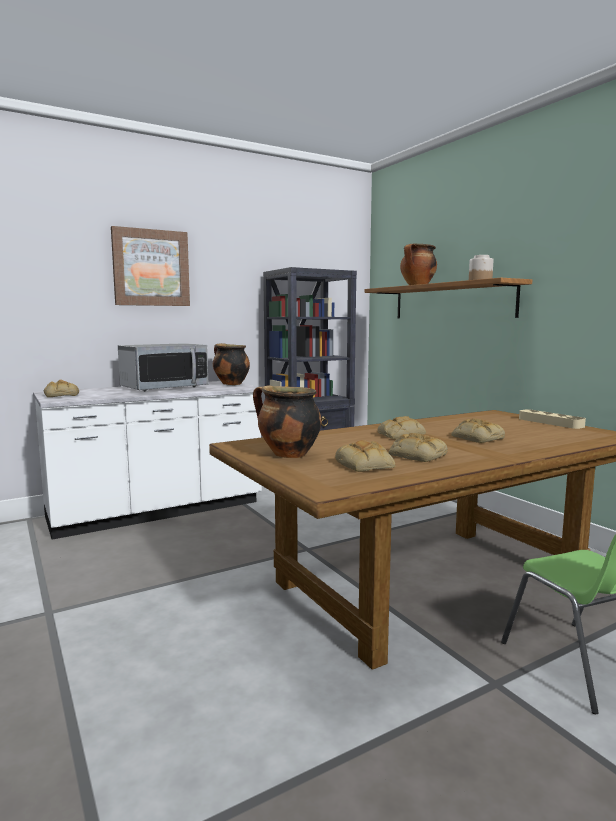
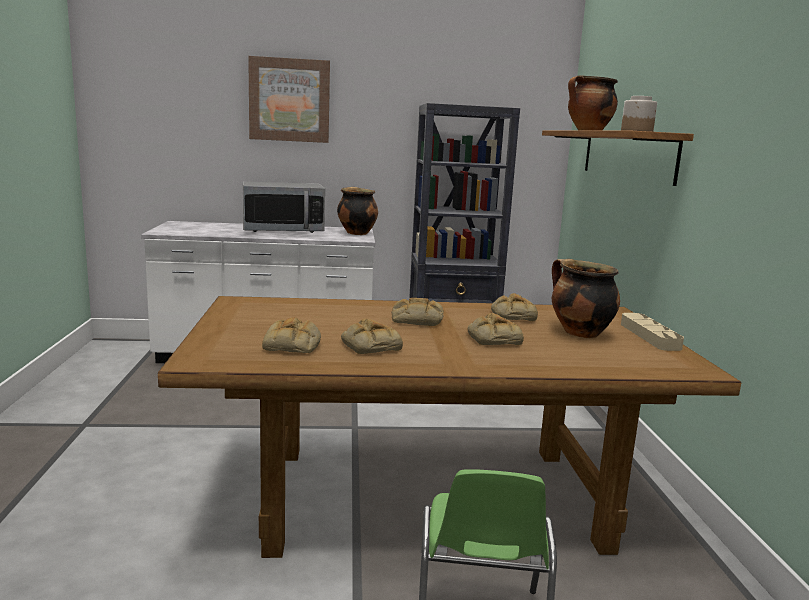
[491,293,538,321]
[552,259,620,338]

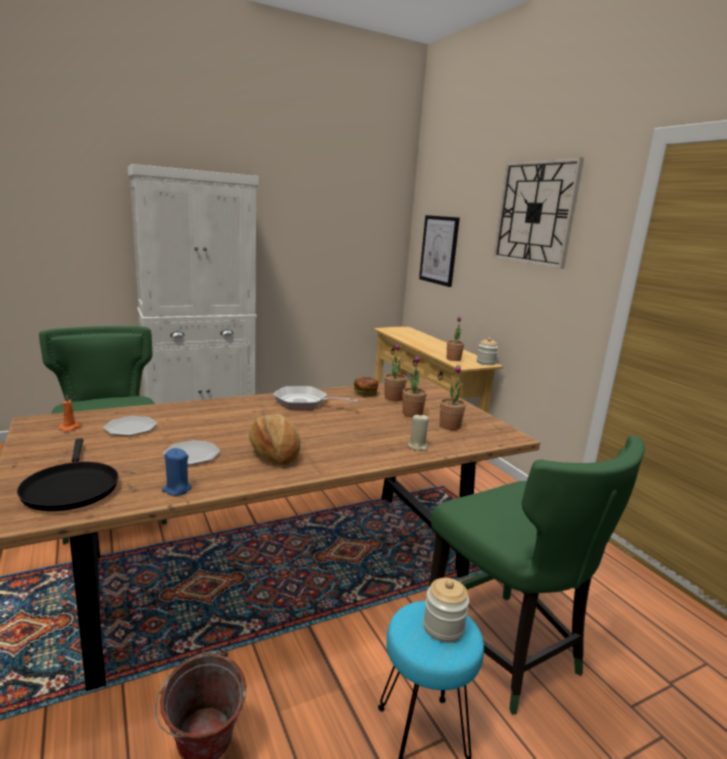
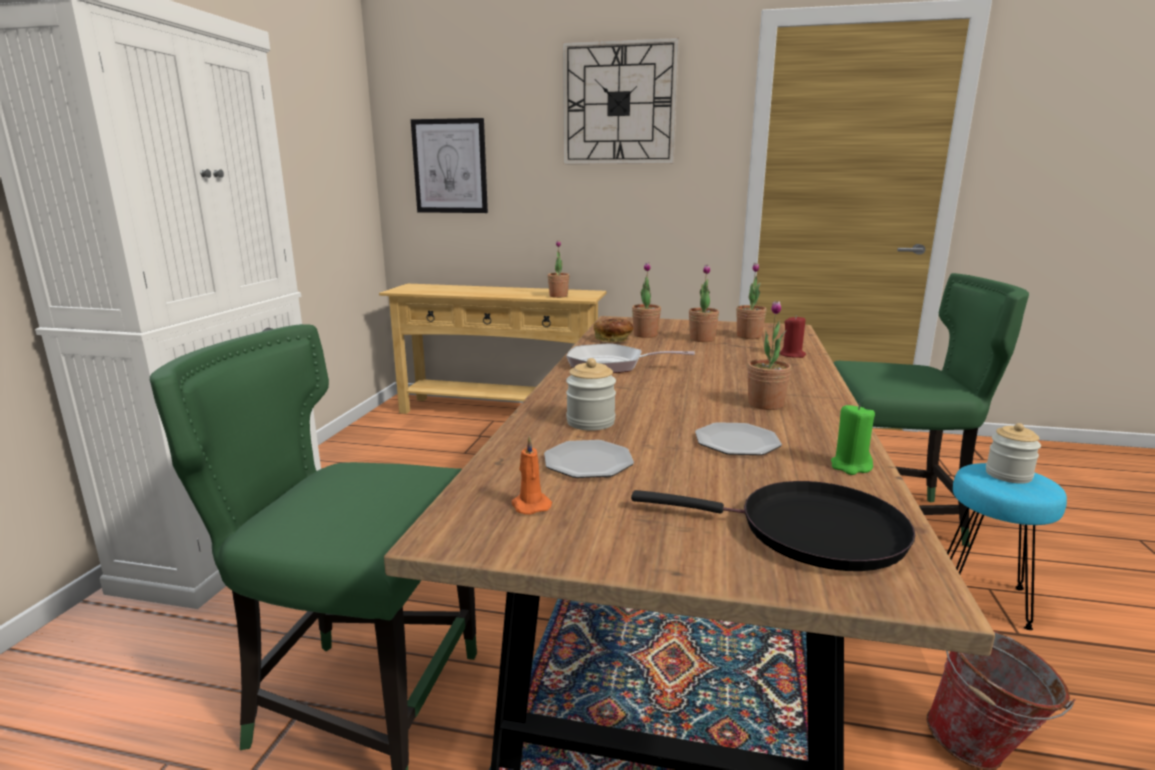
[566,358,616,430]
[747,301,791,410]
[831,403,875,475]
[779,315,806,358]
[566,343,695,373]

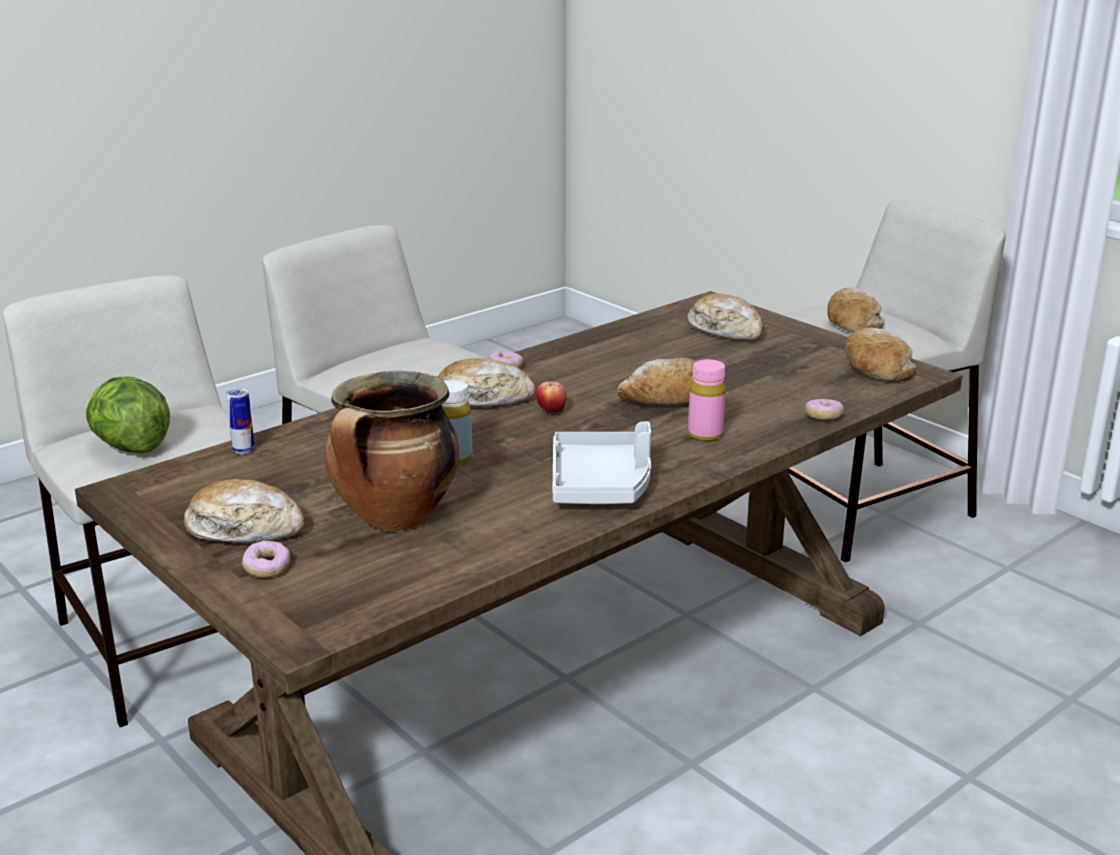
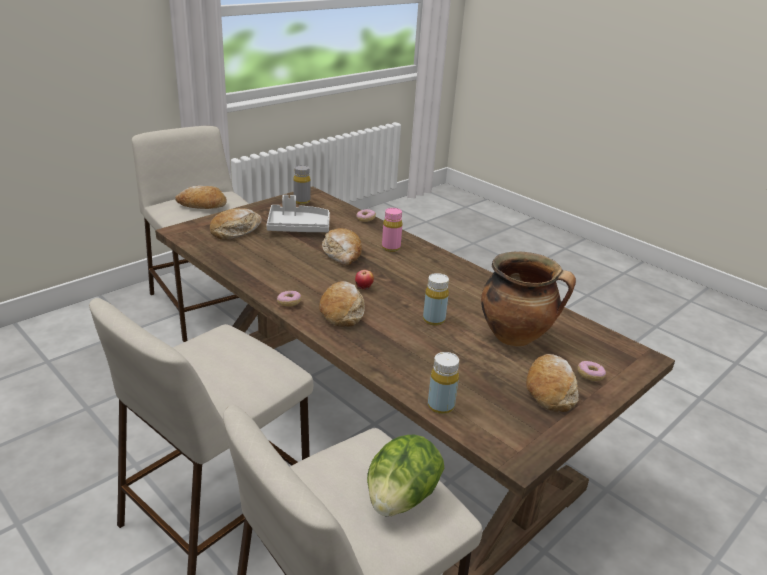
[266,195,330,232]
[428,352,459,414]
[293,165,310,204]

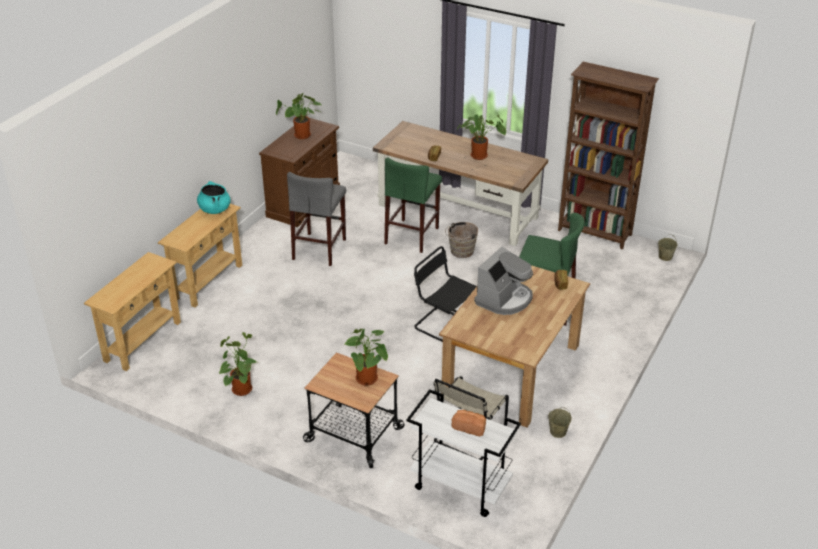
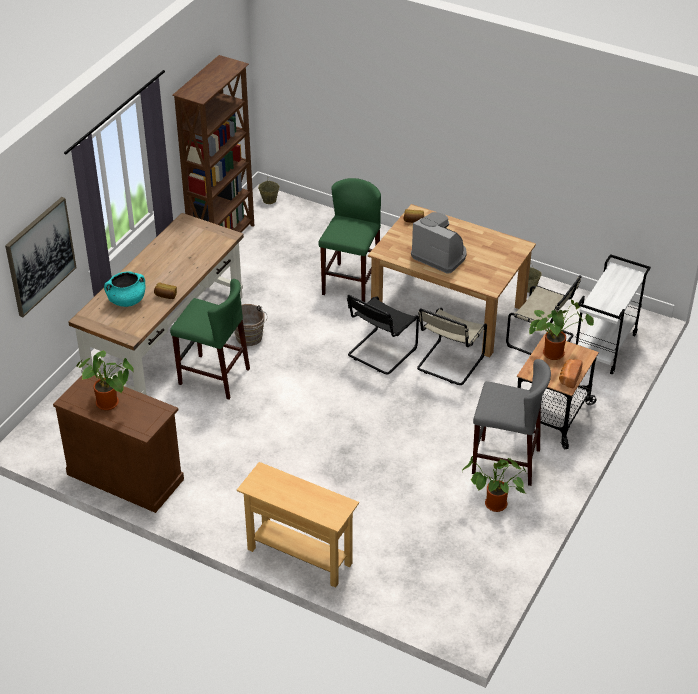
[84,252,181,371] (first image)
[457,114,506,160] (first image)
[5,197,77,317]
[417,308,487,385]
[104,271,145,307]
[472,359,551,486]
[559,359,583,389]

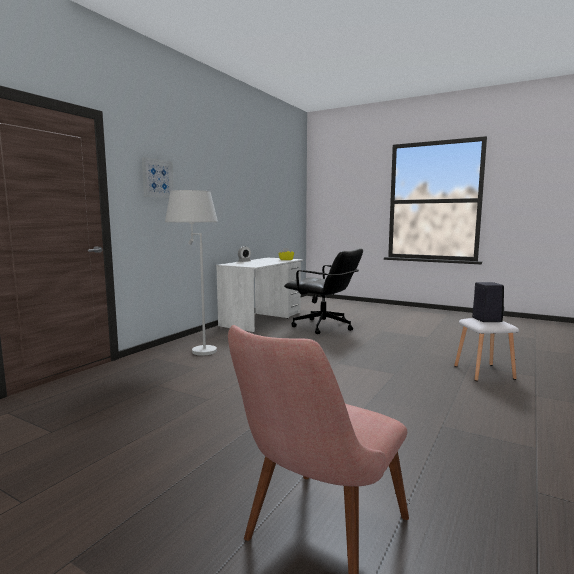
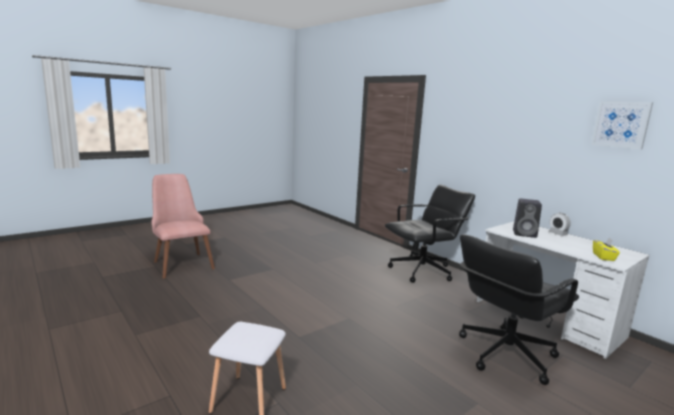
[591,101,653,149]
[513,199,542,238]
[385,185,475,283]

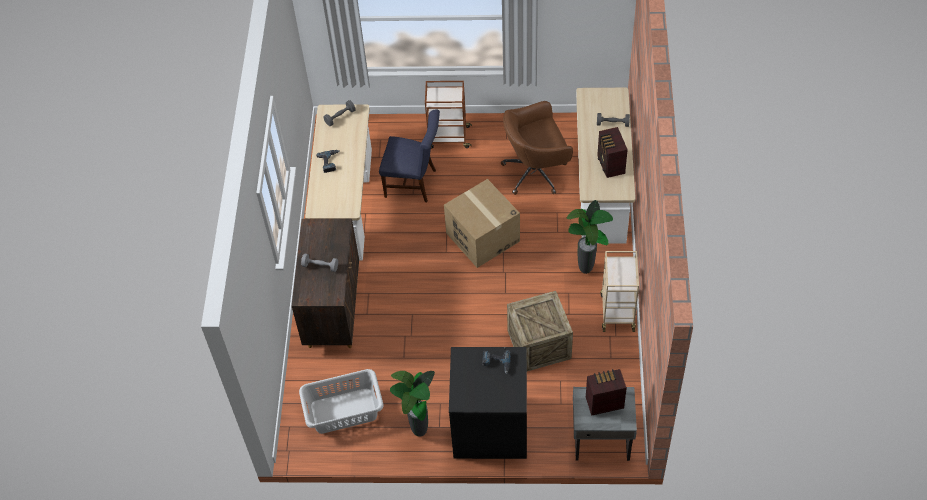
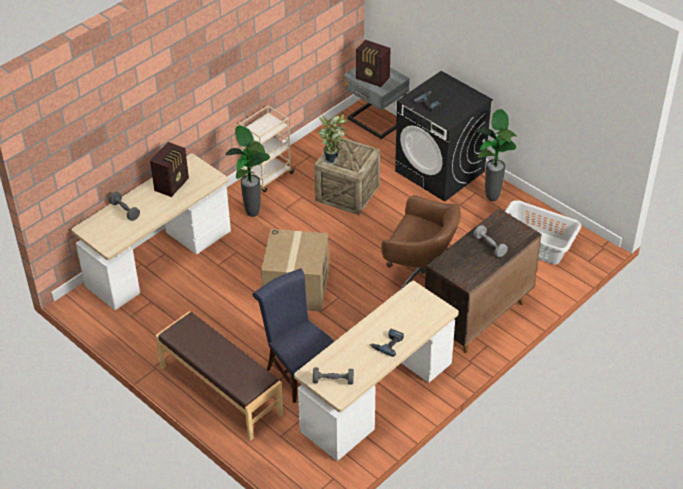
[317,114,348,164]
[381,195,461,290]
[155,311,284,441]

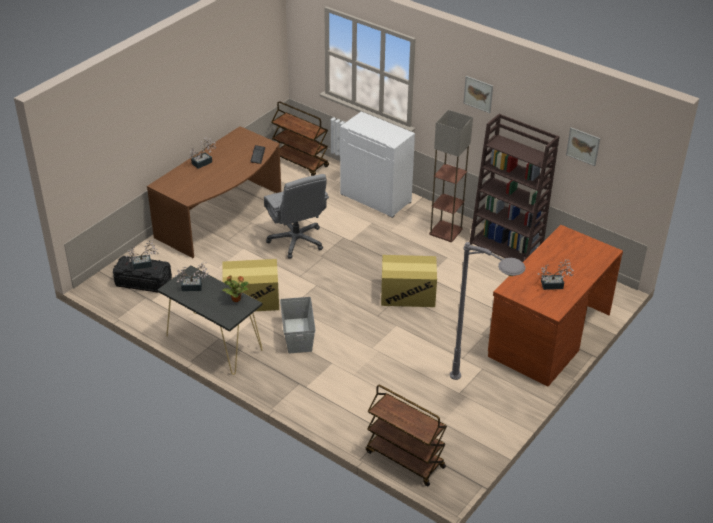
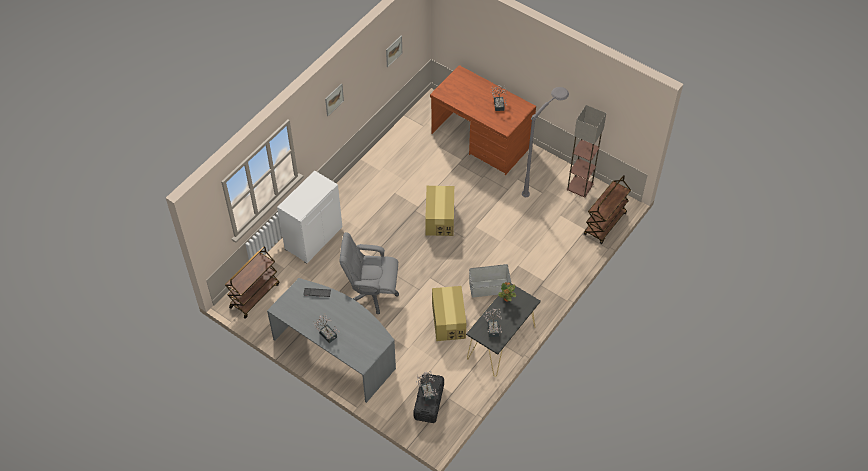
[470,114,560,262] (first image)
[567,105,606,198]
[267,278,396,403]
[340,232,399,314]

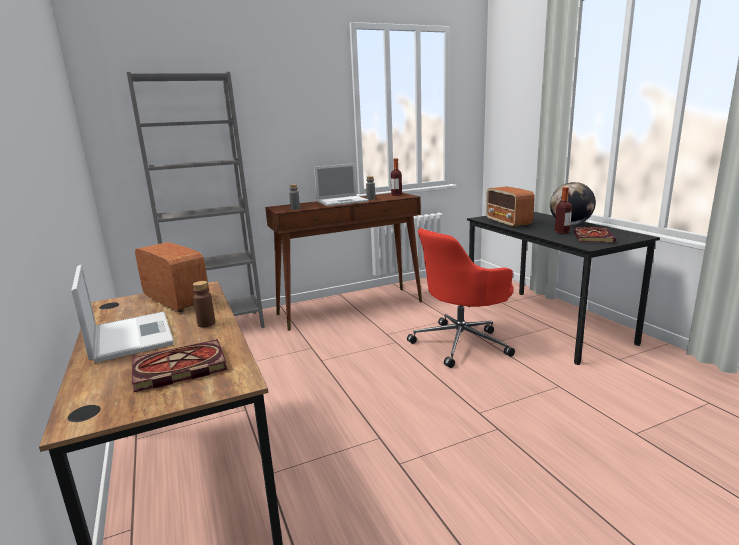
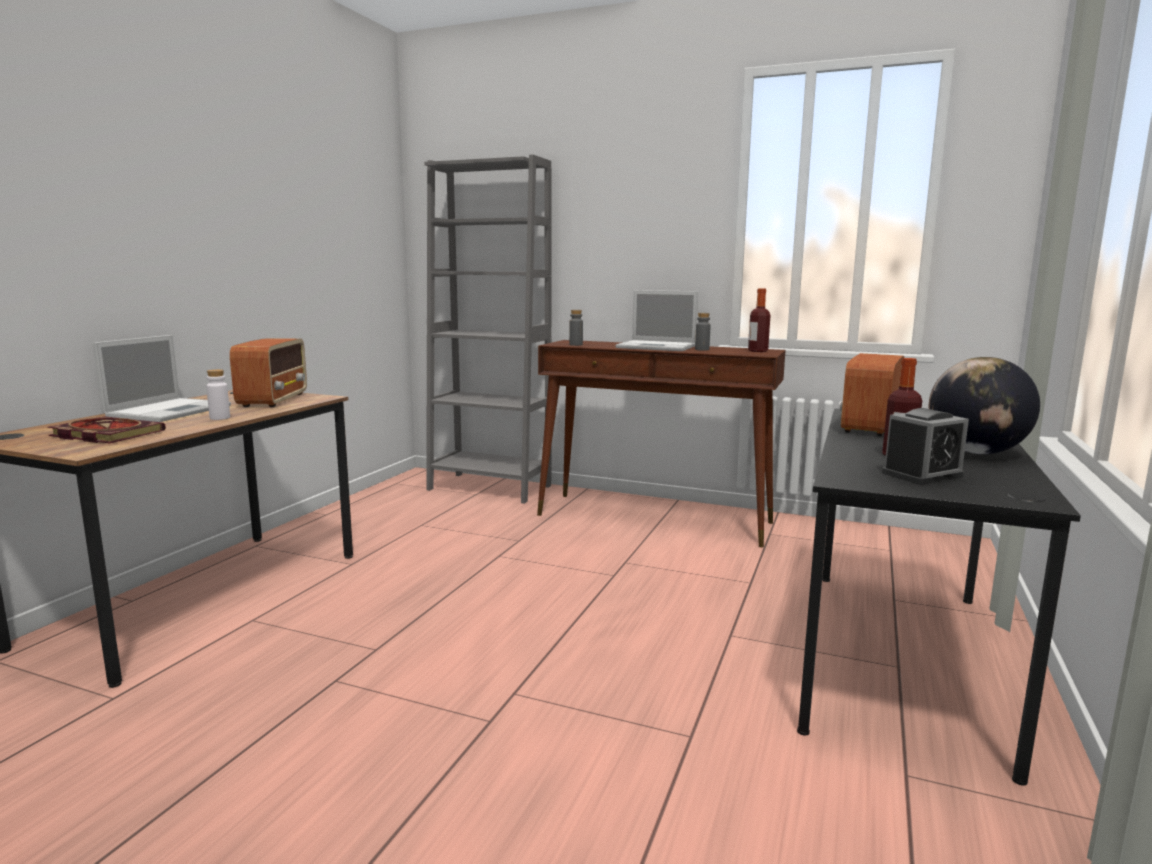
[407,228,515,368] (first image)
[882,408,969,485]
[206,369,230,420]

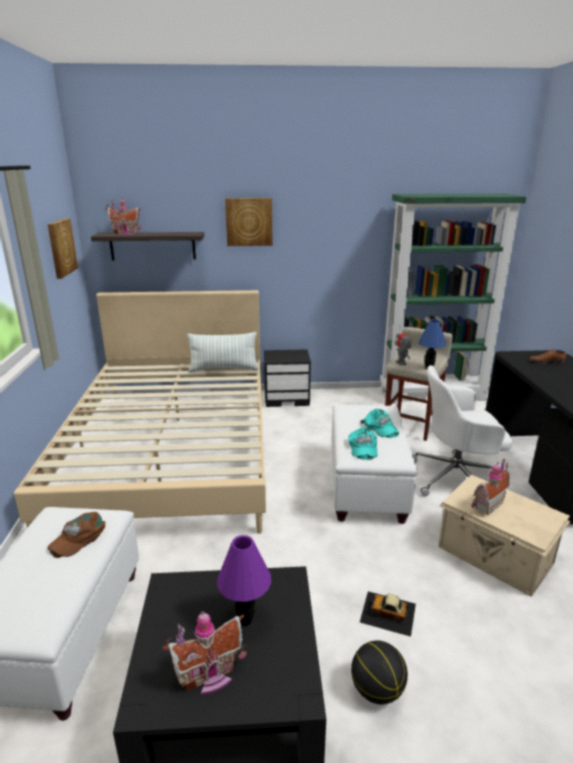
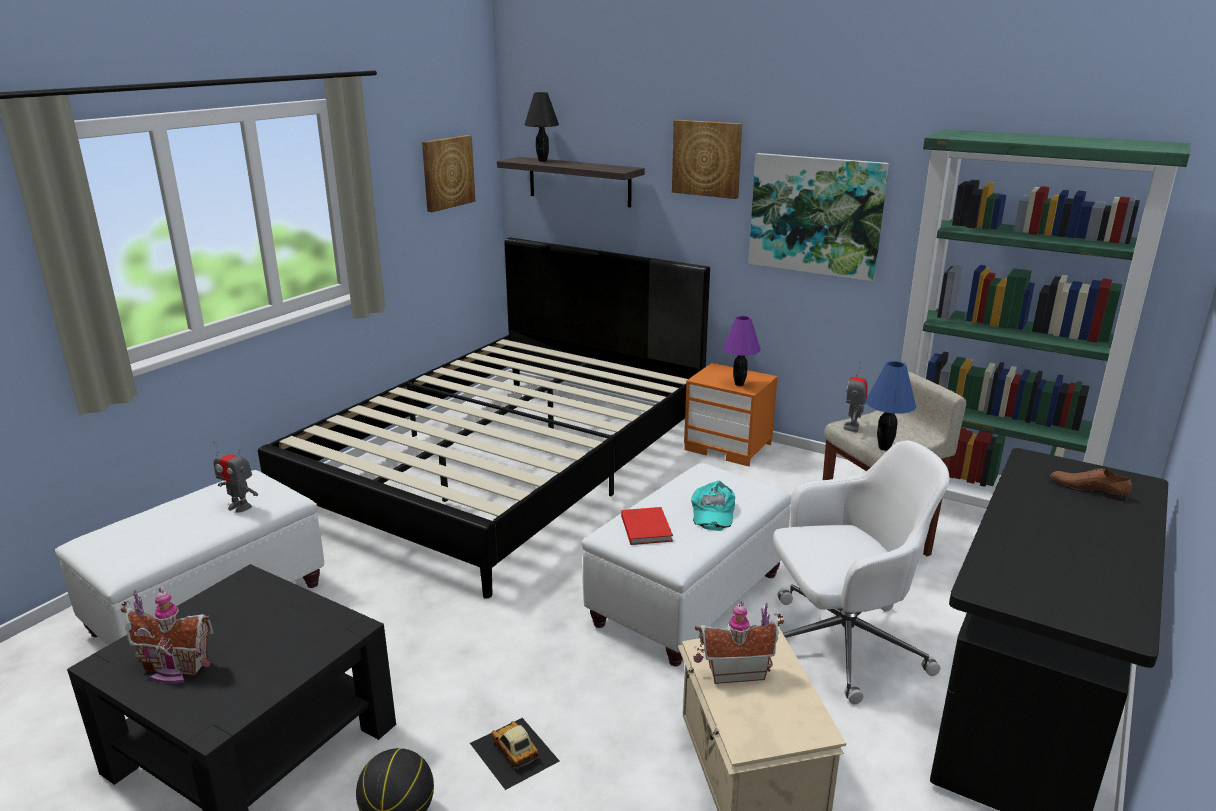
[188,332,259,372] (first image)
[748,153,889,281]
[723,315,760,386]
[213,441,258,512]
[525,92,559,162]
[621,507,673,545]
[258,237,710,599]
[684,363,778,467]
[773,440,949,704]

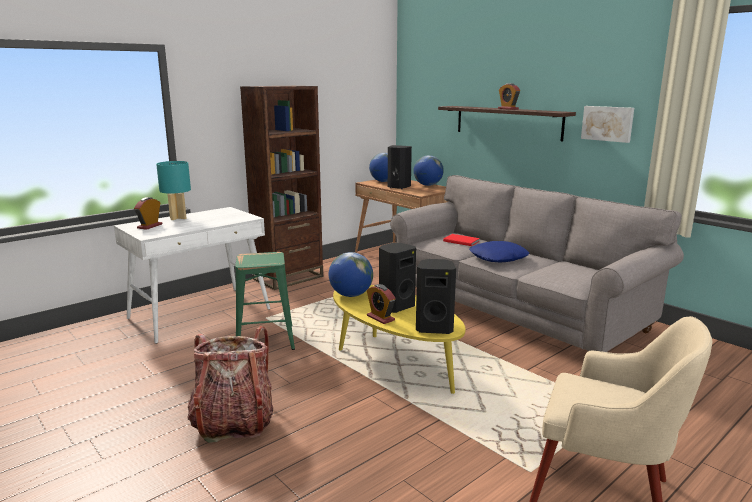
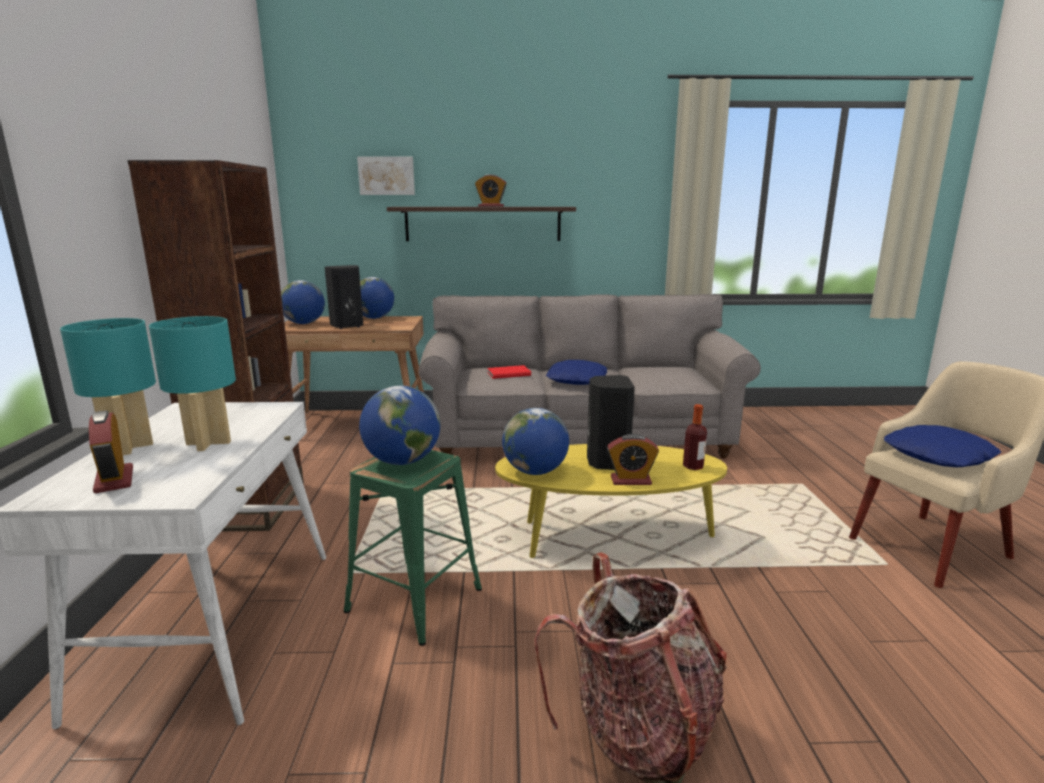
[149,316,236,451]
[359,386,440,465]
[884,425,1001,467]
[357,157,415,195]
[683,404,707,470]

